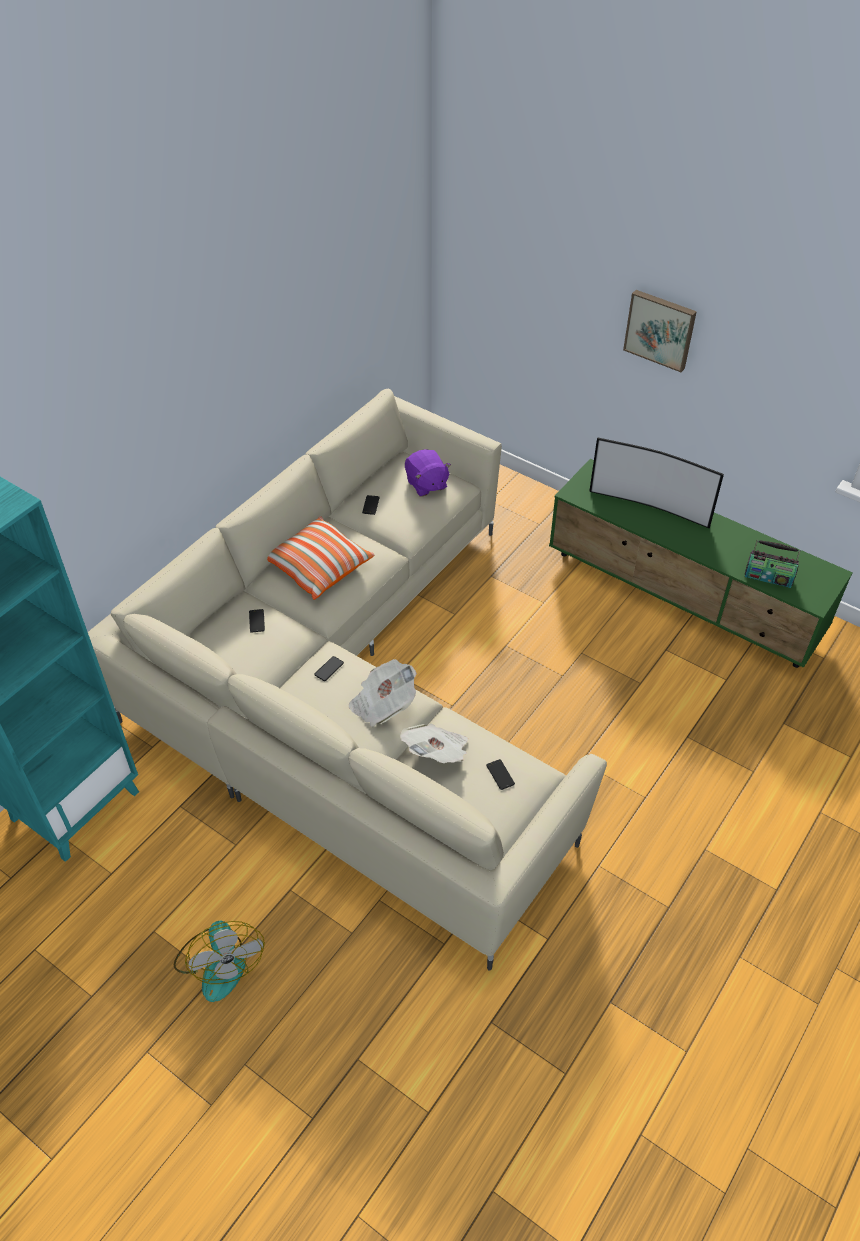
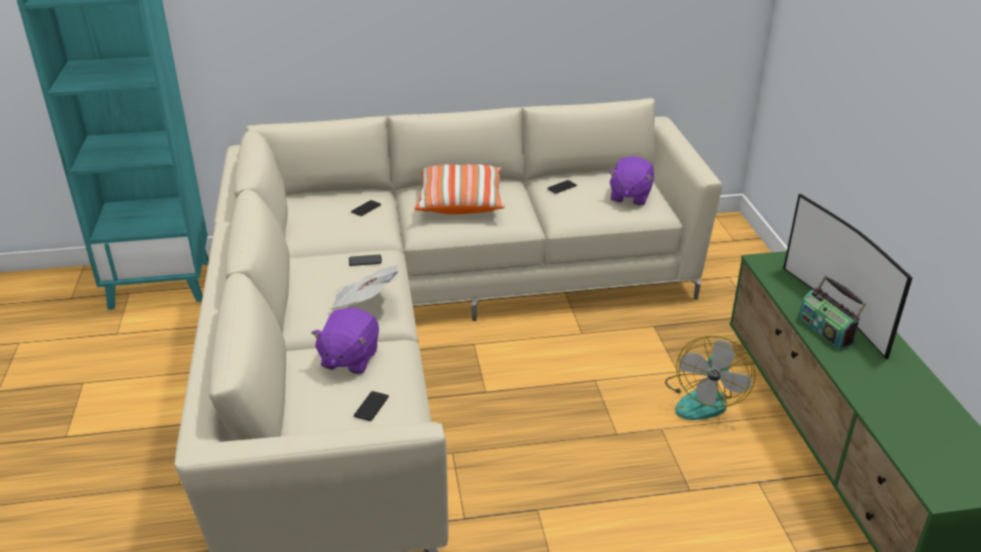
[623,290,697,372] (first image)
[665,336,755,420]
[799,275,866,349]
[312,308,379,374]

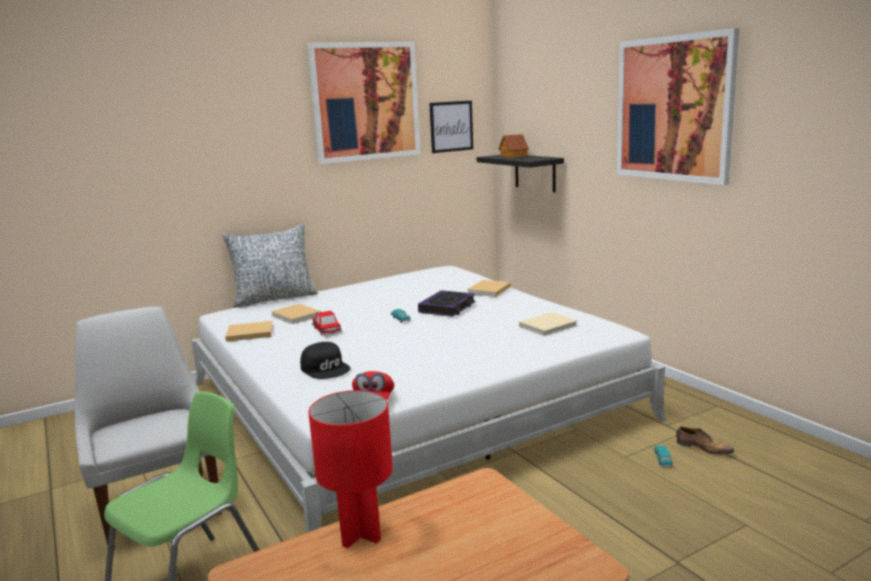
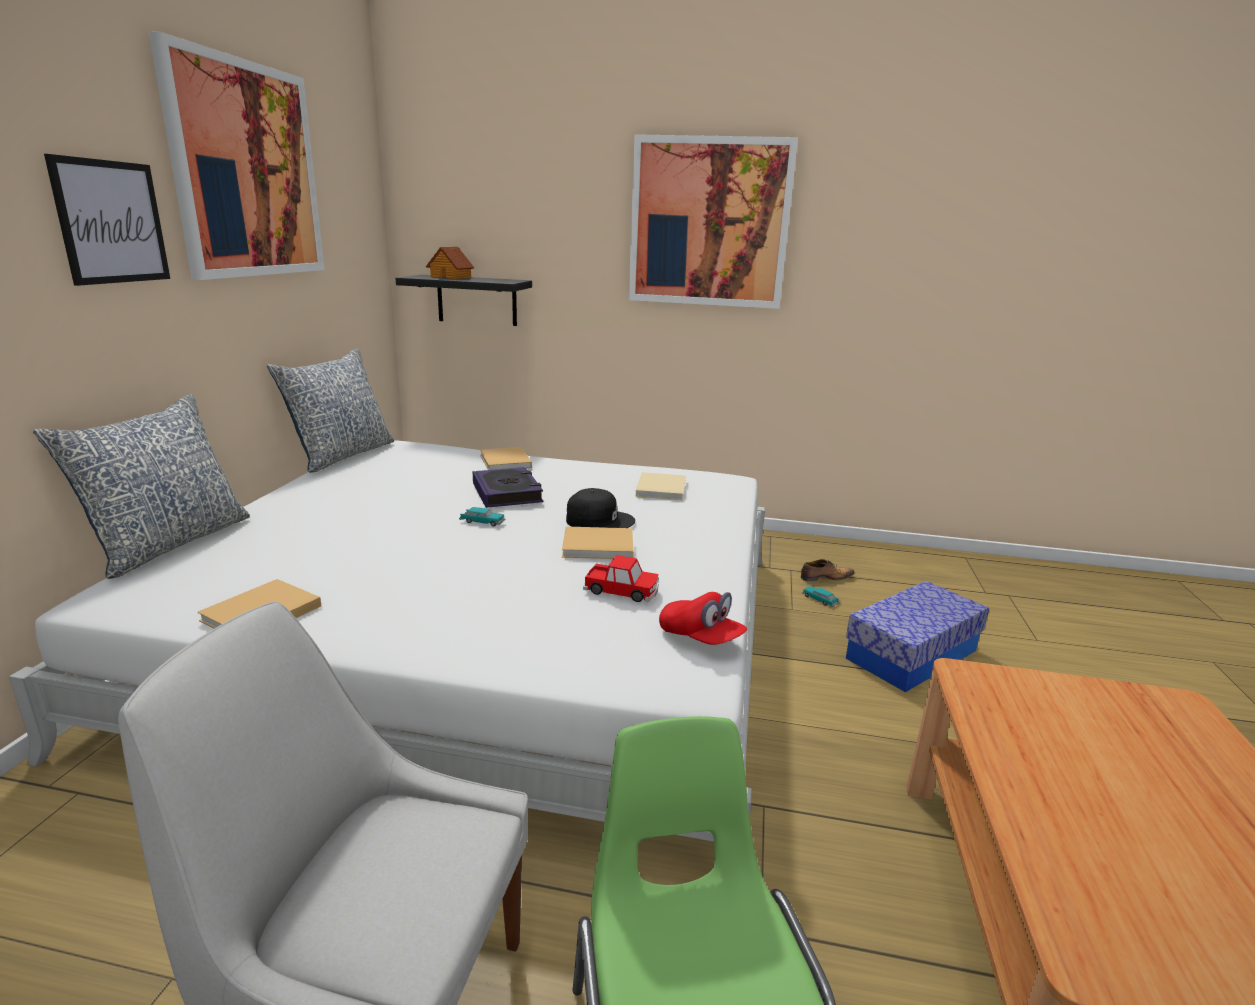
[308,390,393,548] (first image)
[267,348,394,473]
[846,581,989,692]
[562,526,634,559]
[566,488,635,528]
[583,555,659,602]
[44,154,170,286]

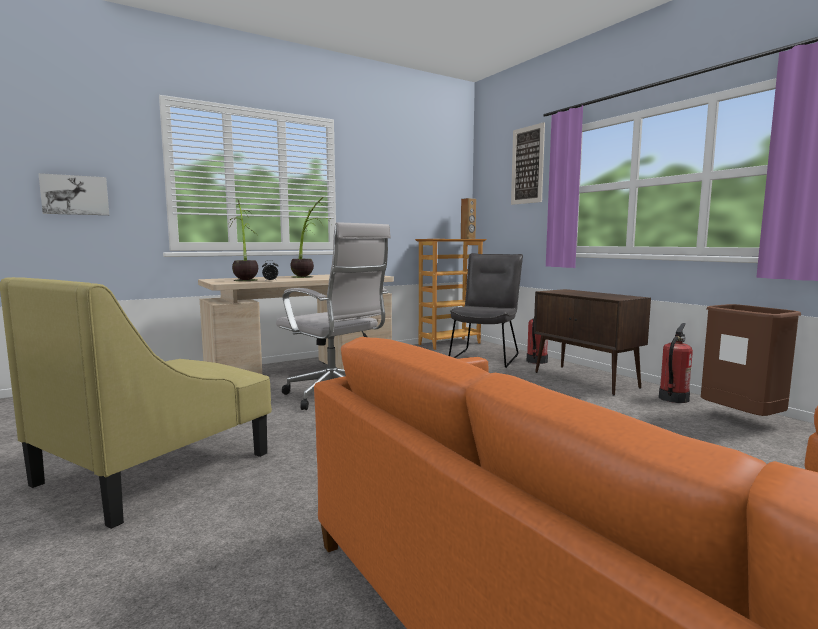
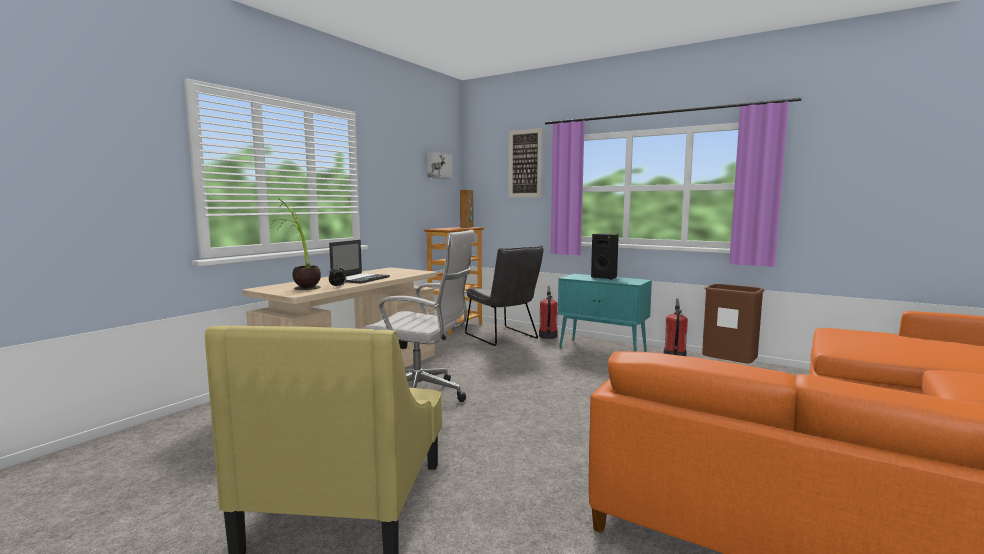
[591,233,619,280]
[427,152,453,179]
[329,240,390,284]
[558,274,652,352]
[465,246,544,346]

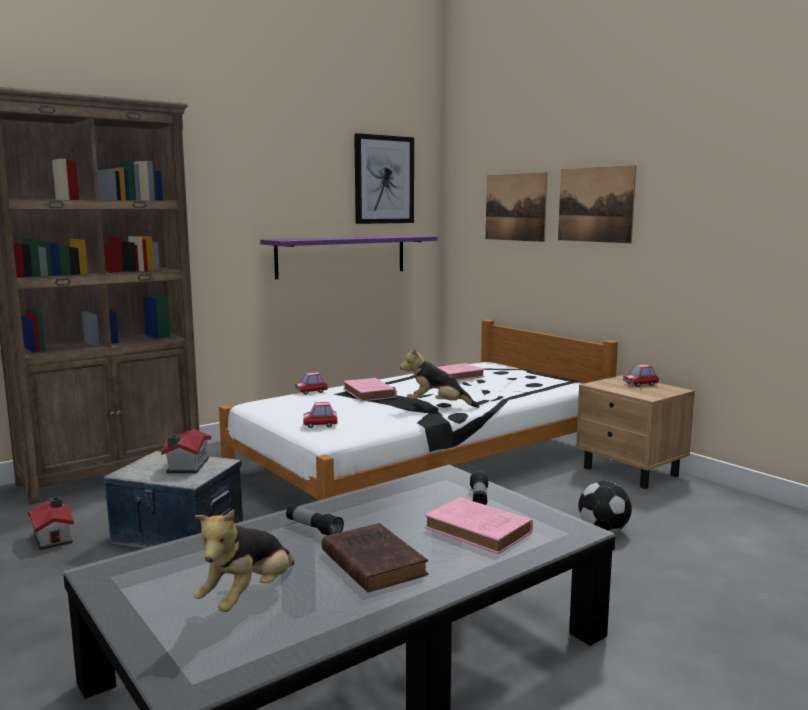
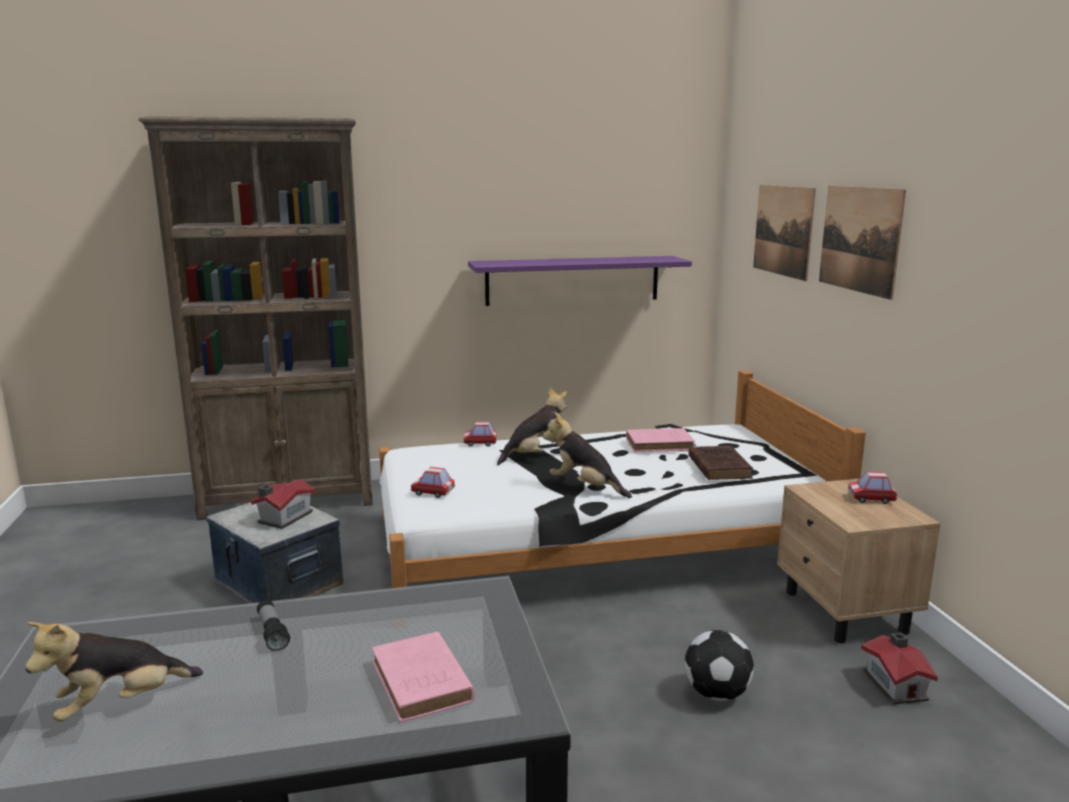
[354,133,414,224] (first image)
[470,471,488,505] (first image)
[861,633,938,704]
[688,446,753,480]
[497,387,568,465]

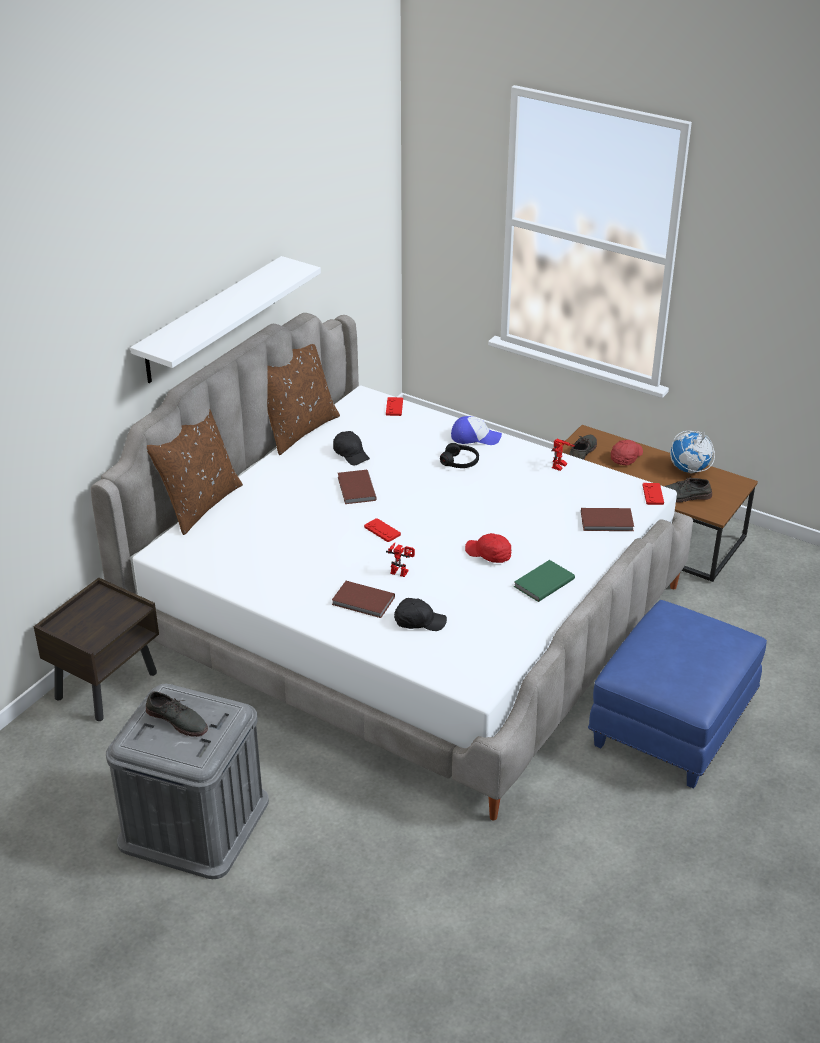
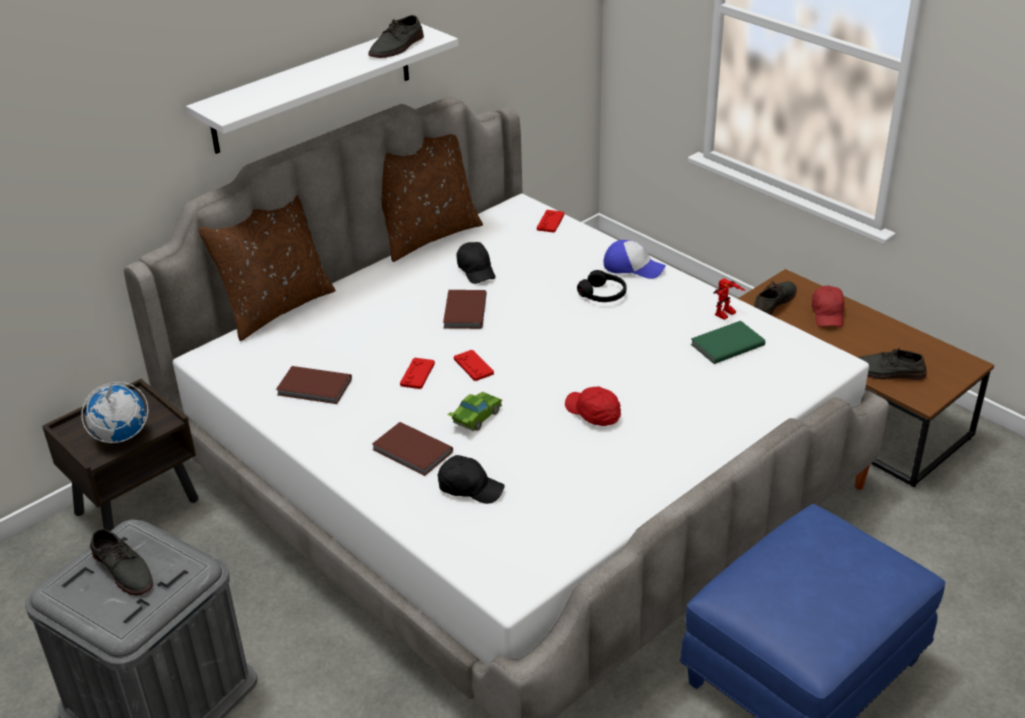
[368,15,424,58]
[691,321,765,364]
[276,366,352,404]
[400,358,435,389]
[82,382,149,443]
[448,391,502,431]
[812,285,845,327]

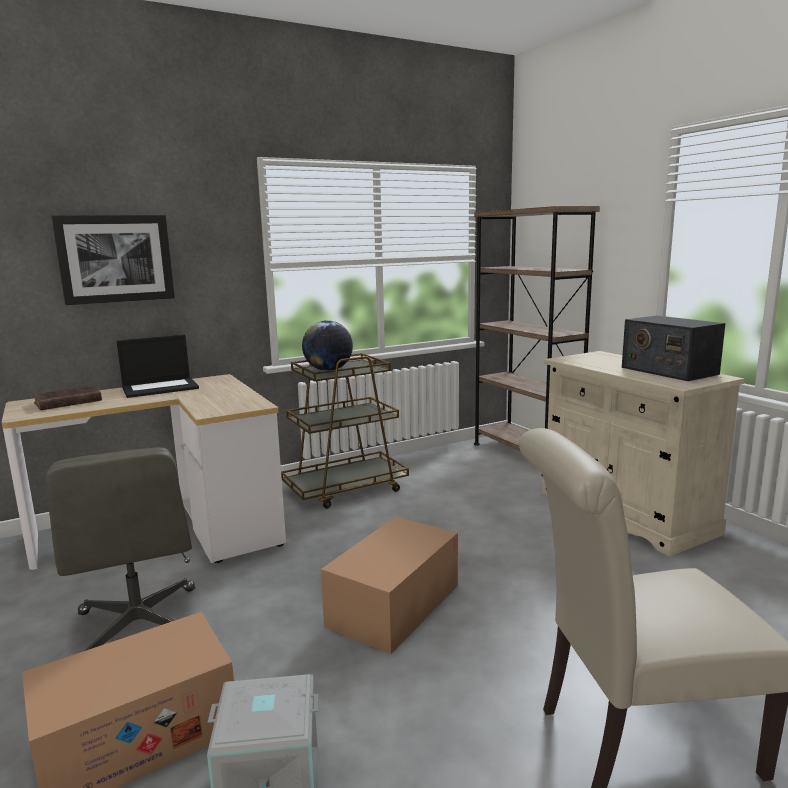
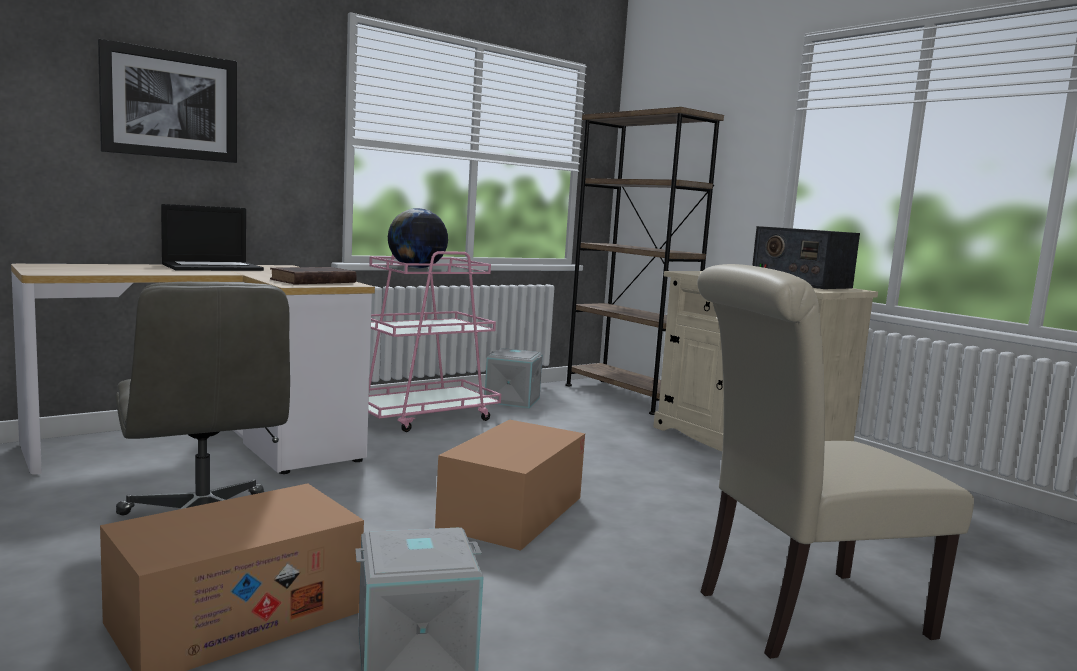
[485,348,543,408]
[270,267,356,285]
[368,251,501,432]

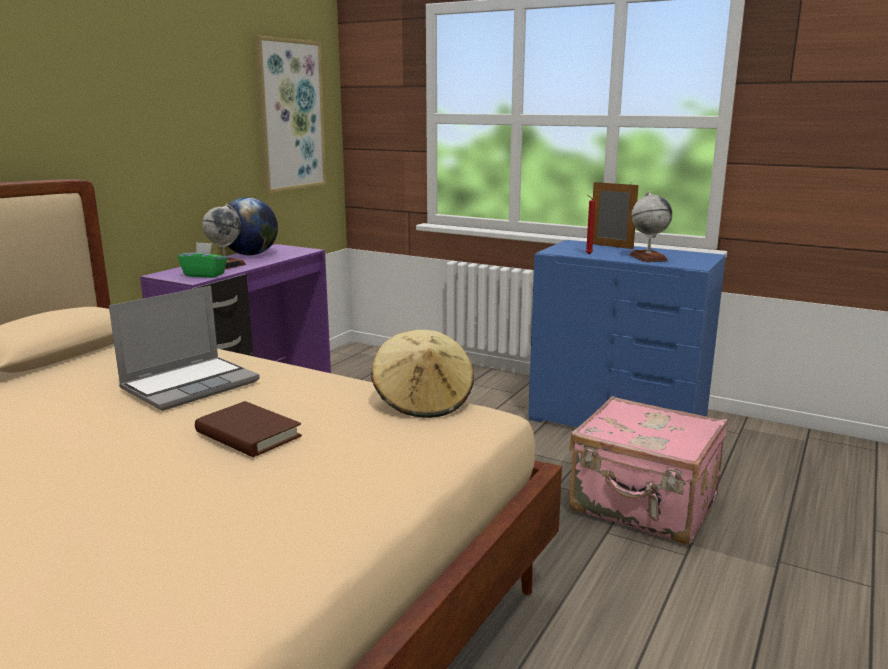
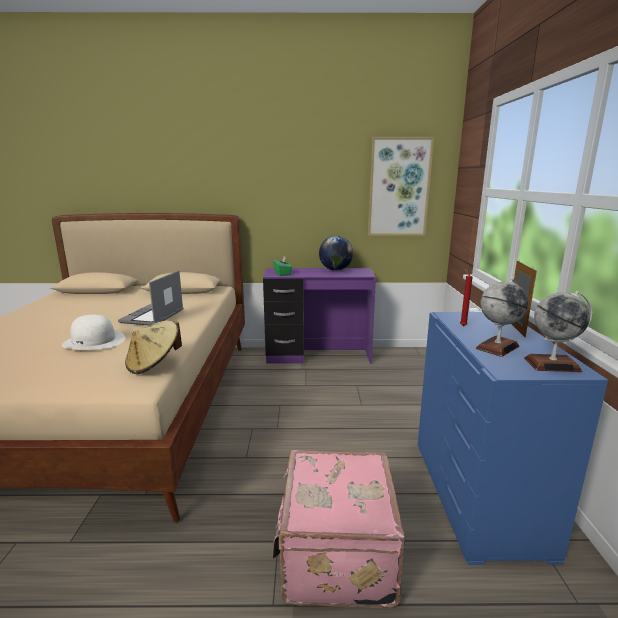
[524,290,593,372]
[62,315,125,350]
[118,270,183,325]

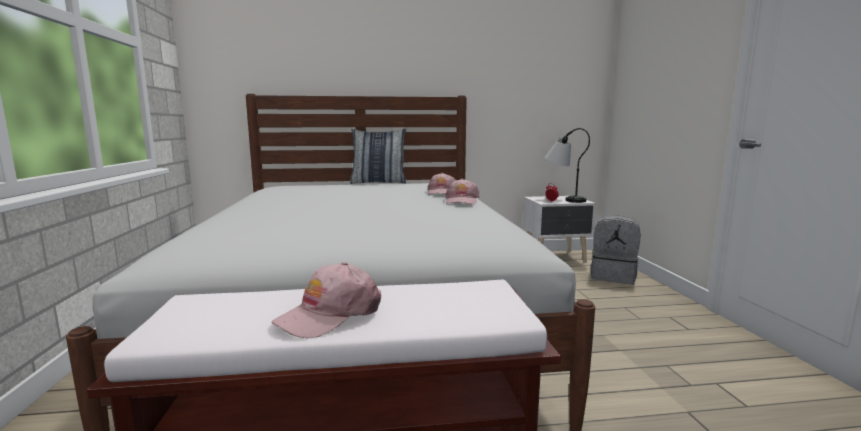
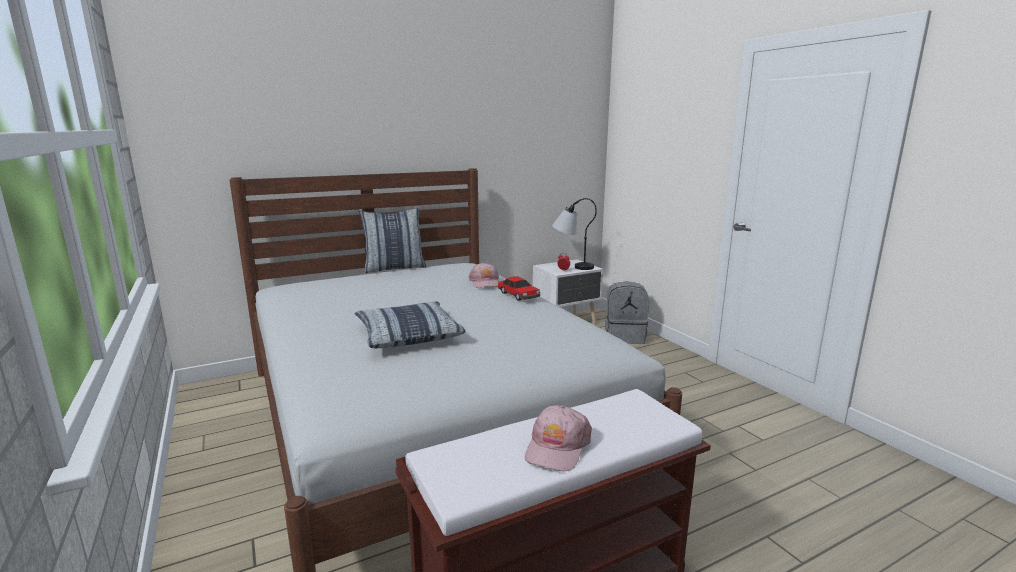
[355,301,465,348]
[498,276,540,301]

